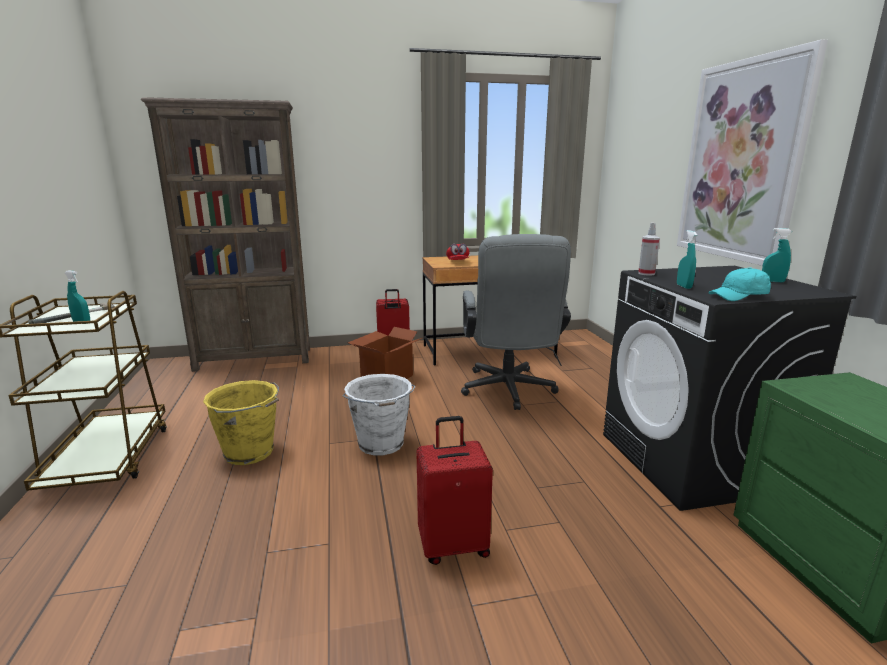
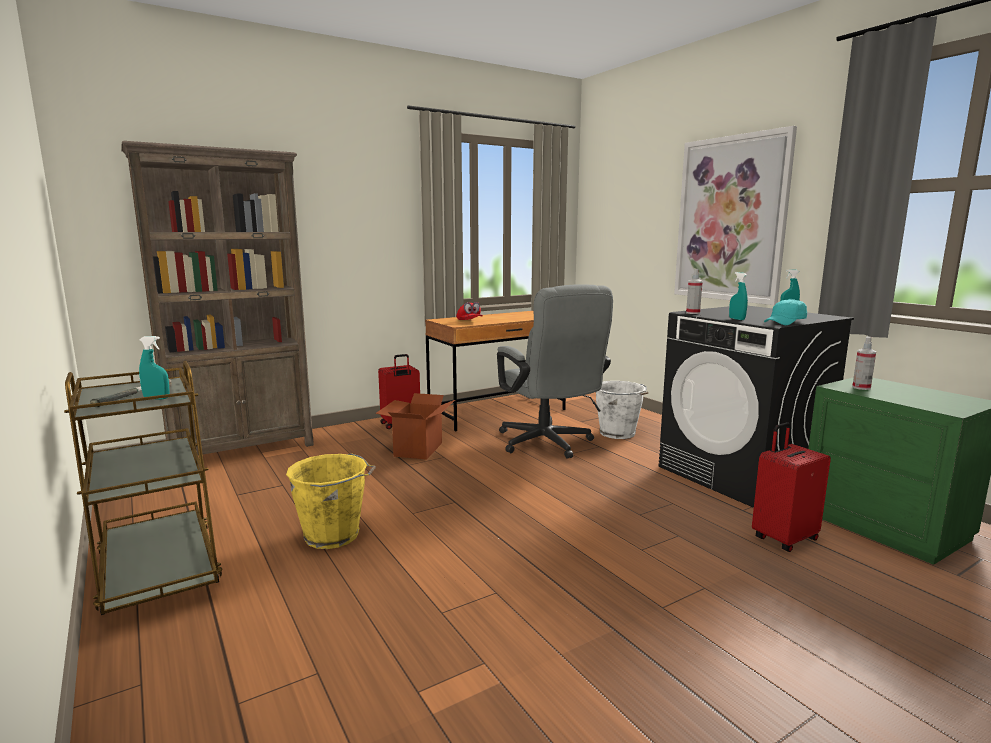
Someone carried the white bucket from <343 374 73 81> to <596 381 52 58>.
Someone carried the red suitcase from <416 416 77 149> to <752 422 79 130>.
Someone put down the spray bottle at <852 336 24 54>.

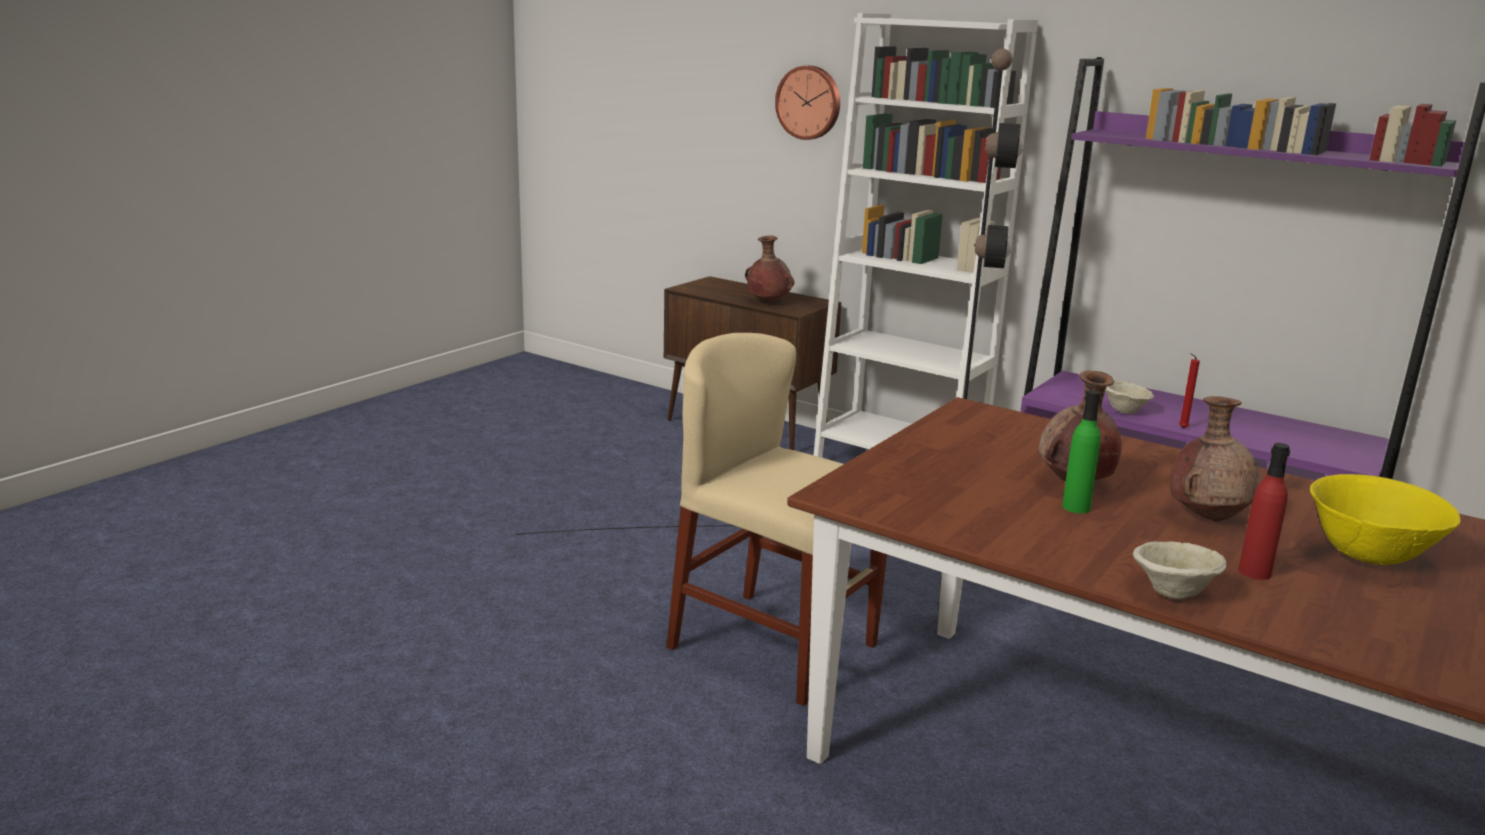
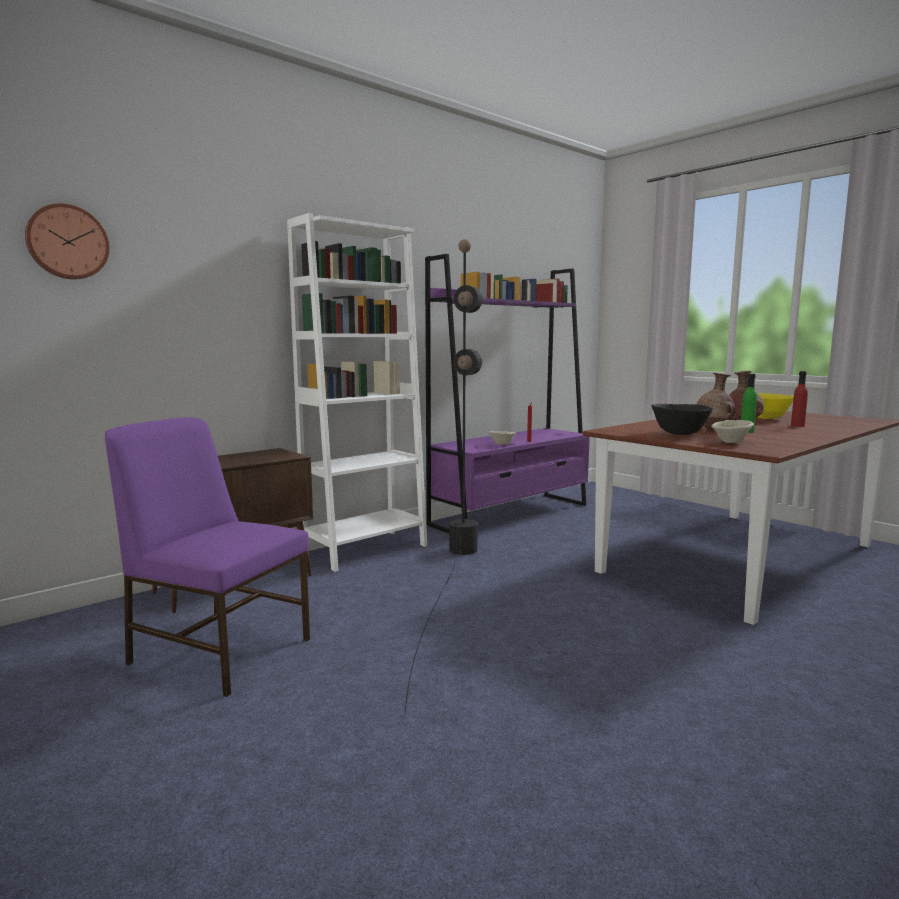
Someone carried the wall clock from <775 66 65 74> to <25 203 84 76>.
Someone put down the purple chair at <105 417 205 280>.
Someone put down the black bowl at <651 404 62 31>.
Someone carried the beige bowl from <1133 541 94 58> to <711 420 43 23>.
Someone took away the beige chair at <666 333 221 373>.
Someone took away the brown vase at <745 236 50 66>.

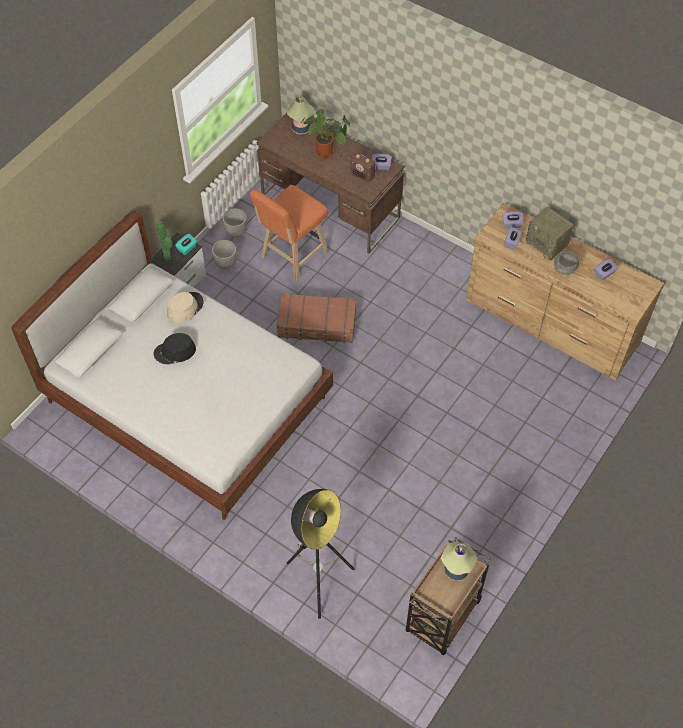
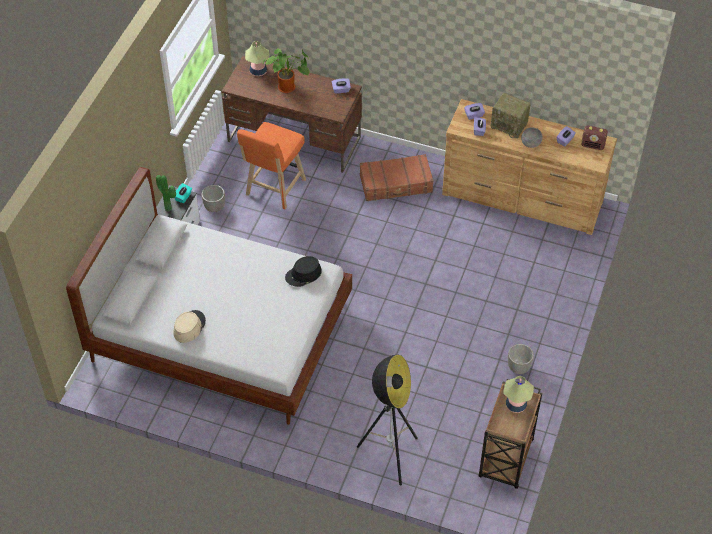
Someone carried the beige hat from <167 292 36 31> to <173 310 33 33>.
Someone carried the black hat from <153 333 43 32> to <285 256 37 31>.
Someone carried the brown suitcase from <277 293 79 50> to <360 154 74 47>.
Someone carried the planter from <222 208 25 29> to <508 344 26 30>.
Someone carried the radio from <350 153 25 29> to <581 125 27 25>.

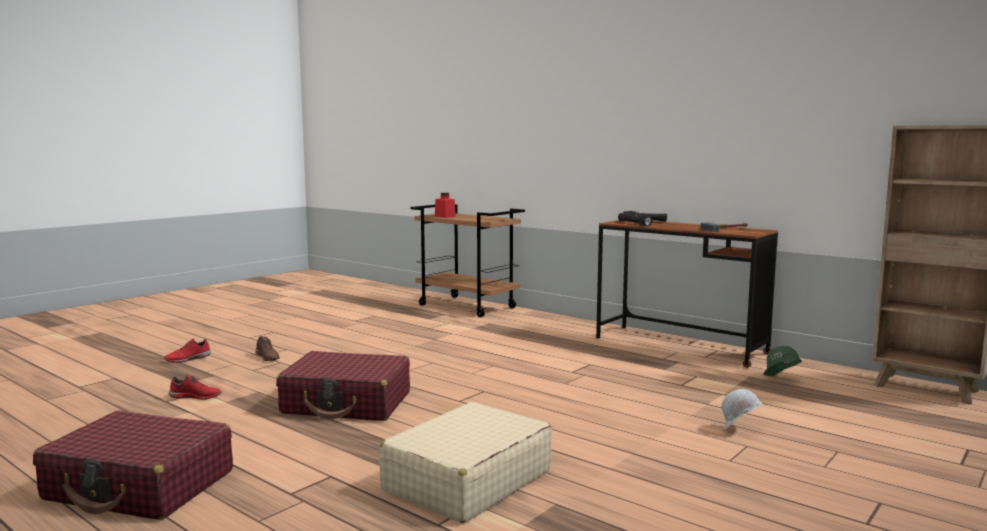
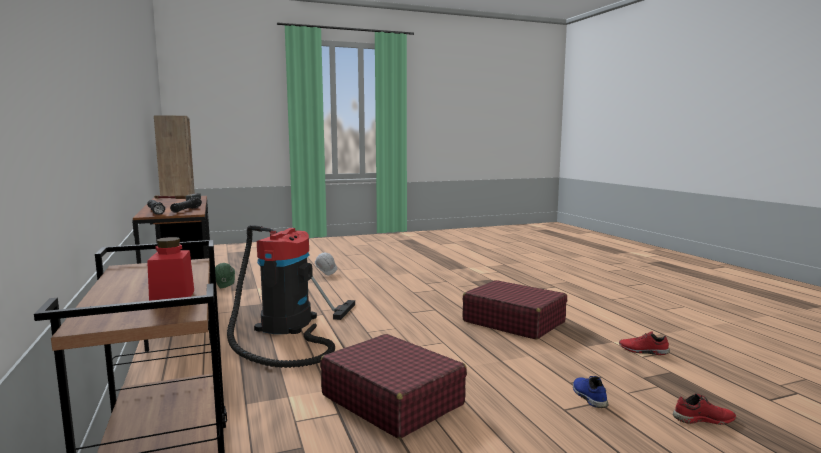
Someone put down the vacuum cleaner at <227 225 128 143>.
Someone carried the red suitcase from <33 411 200 109> to <320 334 147 105>.
Someone repainted the brown shoe at <255 336 25 25>, which became the blue shoe at <573 376 35 32>.
Someone took away the beige suitcase at <379 402 173 121>.

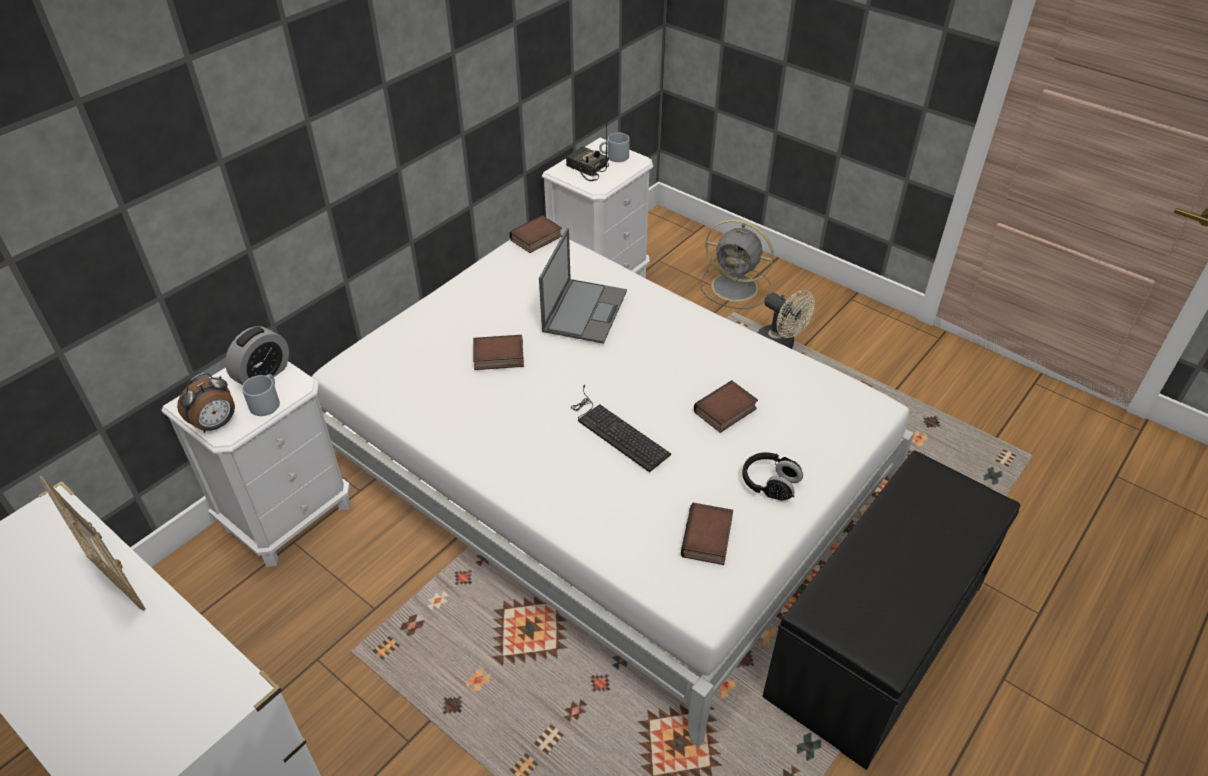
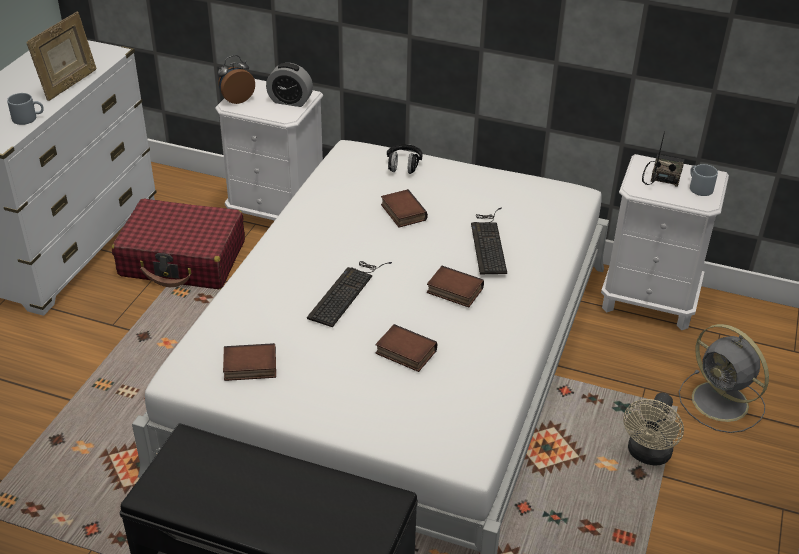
Someone carried the grey mug from <242 374 38 42> to <7 93 37 32>.
Someone put down the red suitcase at <112 199 133 90>.
Someone rotated the alarm clock at <177 373 58 60> by 120 degrees clockwise.
Someone carried the black headphones from <743 452 60 49> to <387 144 35 30>.
Someone carried the book from <510 215 52 38> to <427 266 57 42>.
Someone swapped the laptop at <539 228 88 116> for the keyboard at <471 208 36 66>.
Someone rotated the grey fan at <701 219 73 90> by 45 degrees counterclockwise.

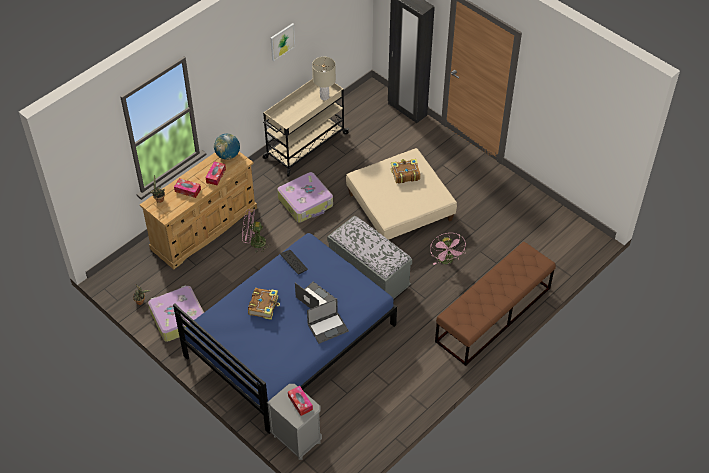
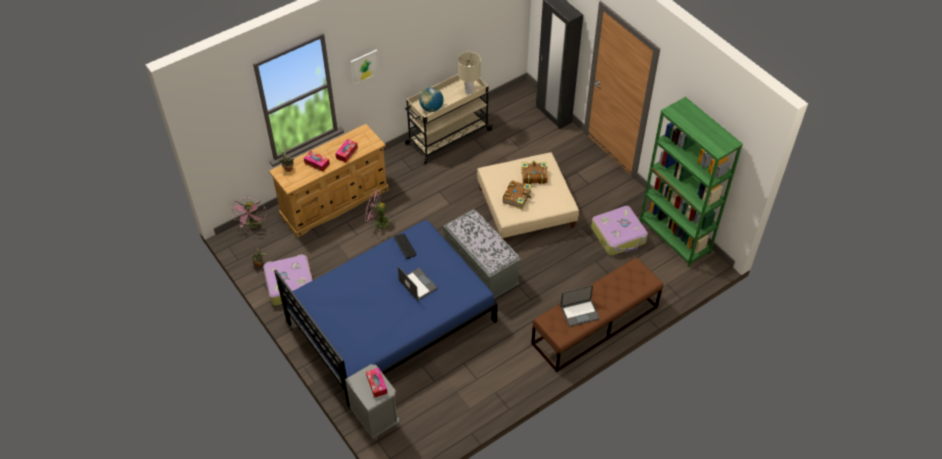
Someone carried the pink fan from <430 233 36 32> to <231 197 36 31>.
Someone carried the picture from <271 23 24 38> to <350 50 29 35>.
Someone carried the globe from <214 134 26 26> to <419 87 25 25>.
Someone carried the book from <248 288 32 32> to <503 180 29 30>.
Someone carried the laptop from <307 298 42 46> to <560 285 40 42>.
Someone carried the suitcase from <277 172 56 51> to <591 206 57 49>.
Someone put down the green bookcase at <640 97 103 170>.

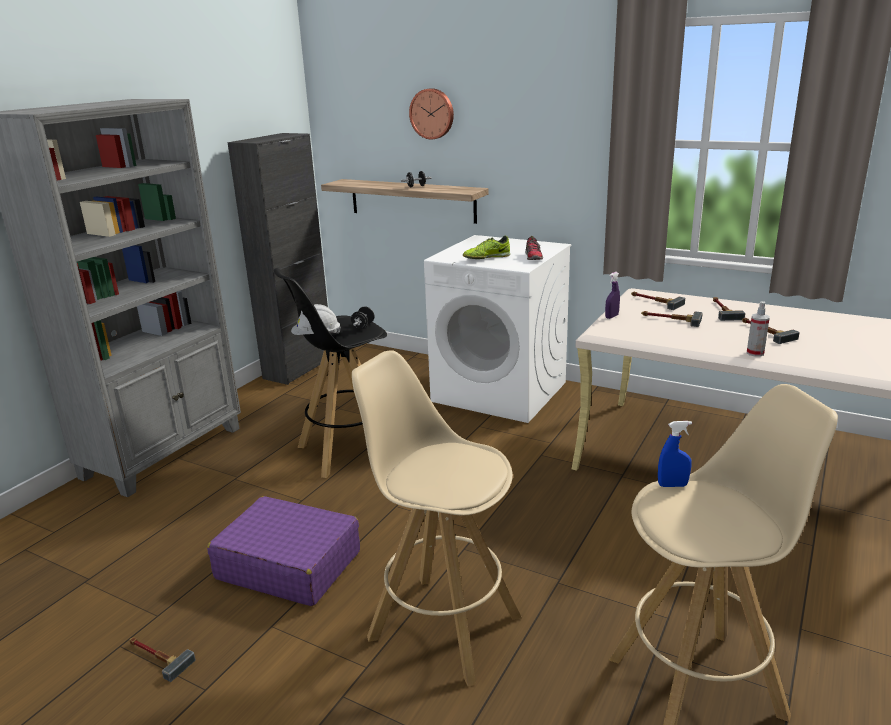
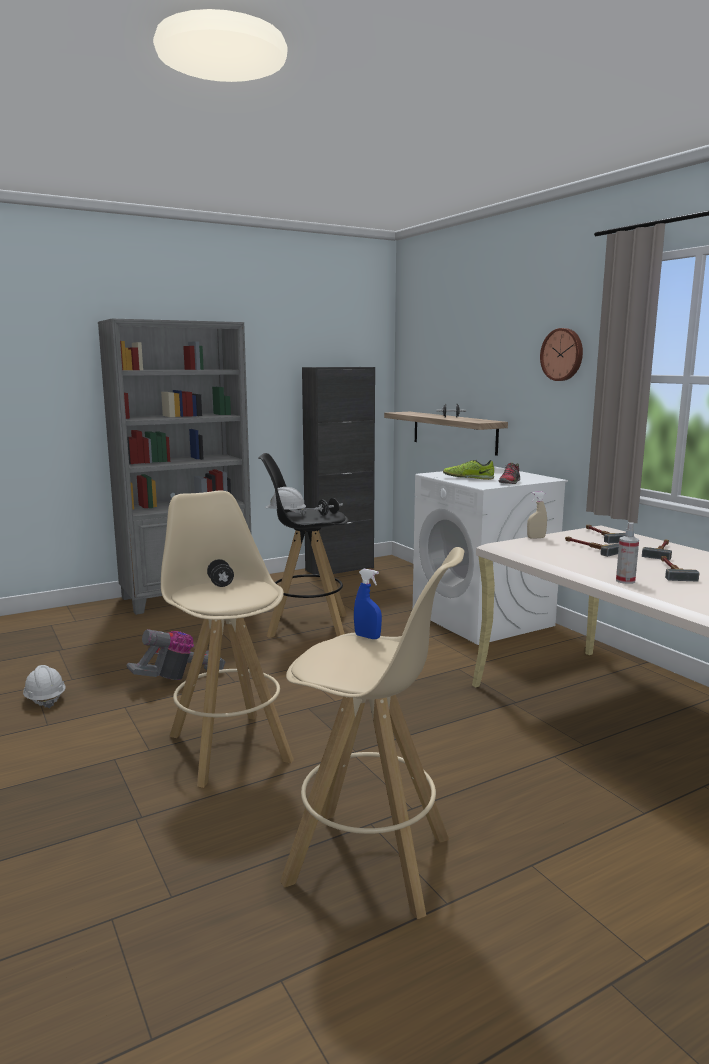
Someone swapped the hammer at <129 637 67 45> for the white hard hat at <23 665 43 43>.
Someone swapped the purple suitcase at <207 496 153 110> for the vacuum cleaner at <126 629 99 51>.
Someone put down the black dumbbell at <207 559 27 28>.
Someone repainted the purple spray bottle at <605 272 15 47>, which became the beige spray bottle at <527 491 20 48>.
Someone carried the wall clock from <409 88 45 52> to <540 328 43 53>.

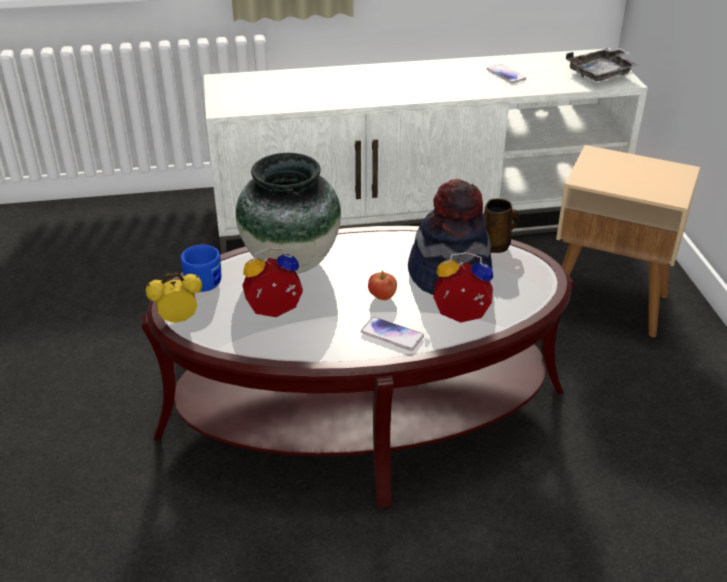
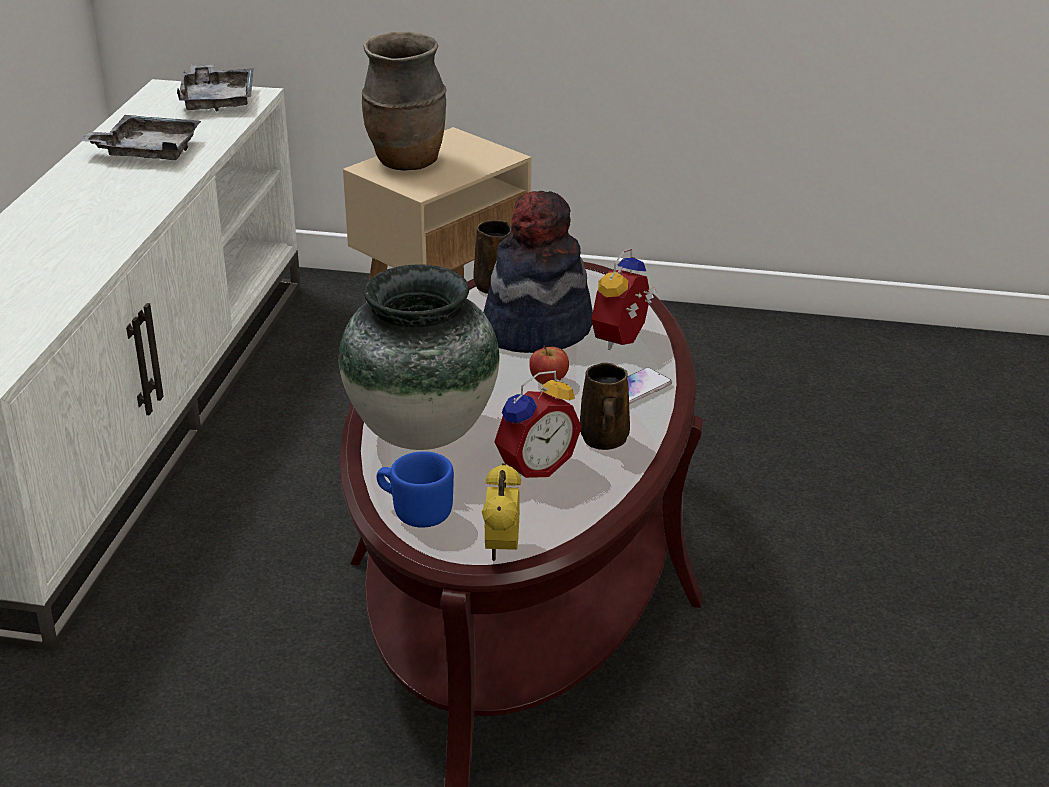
Someone swapped the phone at <487 64 40 19> for the grey tray at <79 115 122 45>.
Someone put down the brown vase at <362 31 85 139>.
Someone rotated the alarm clock at <242 247 61 70> by 135 degrees counterclockwise.
Someone put down the brown mug at <580 363 50 87>.

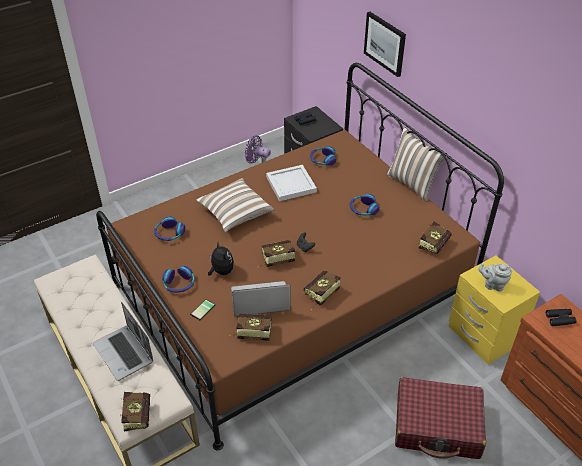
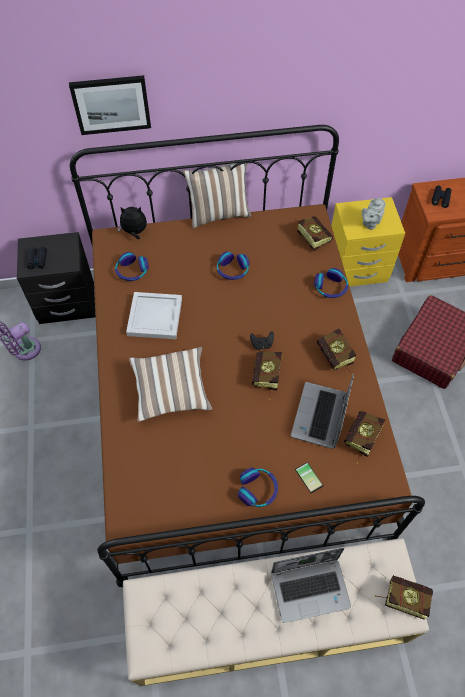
Someone carried the plush toy from <208 242 26 34> to <117 207 30 32>.
Someone carried the headphones from <154 216 31 25> to <314 268 35 30>.

